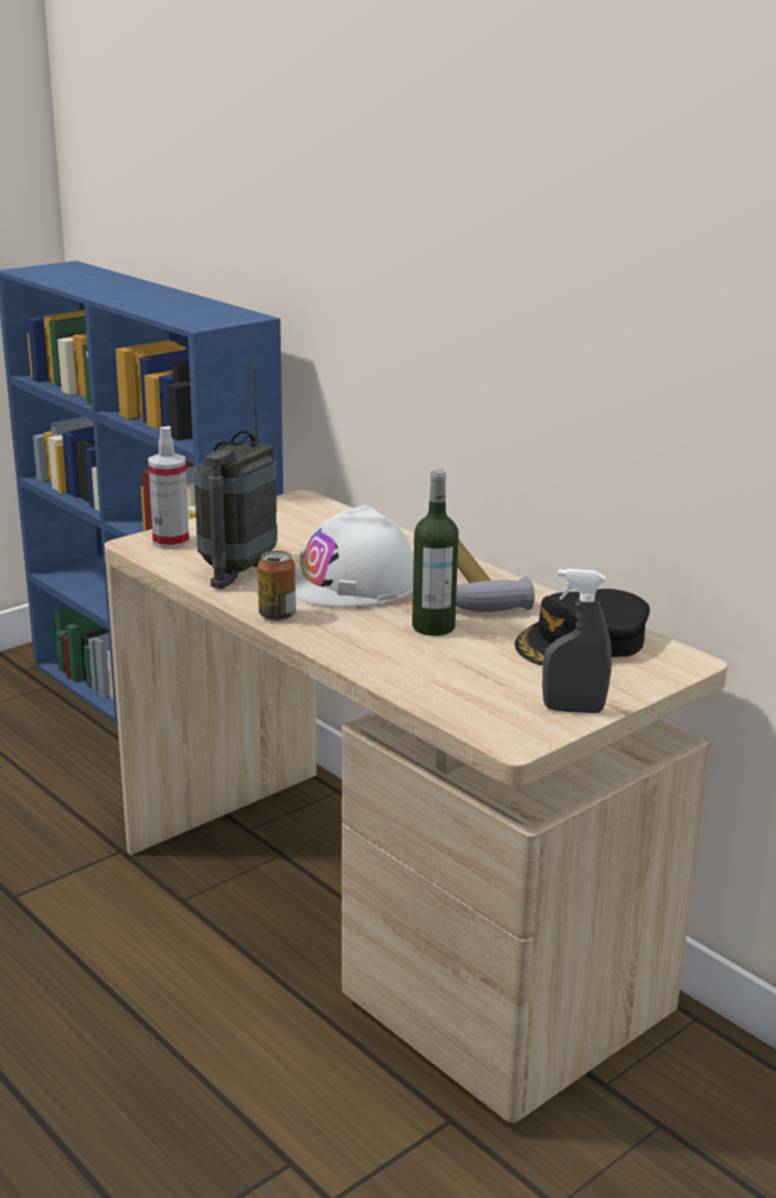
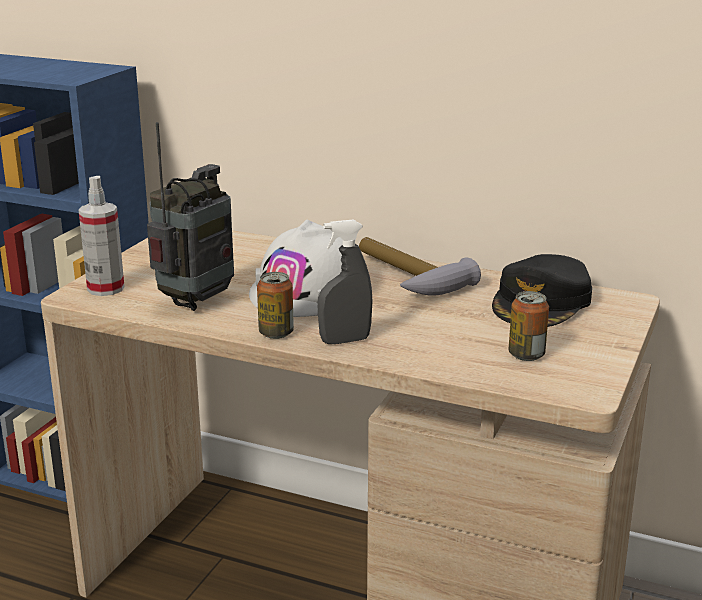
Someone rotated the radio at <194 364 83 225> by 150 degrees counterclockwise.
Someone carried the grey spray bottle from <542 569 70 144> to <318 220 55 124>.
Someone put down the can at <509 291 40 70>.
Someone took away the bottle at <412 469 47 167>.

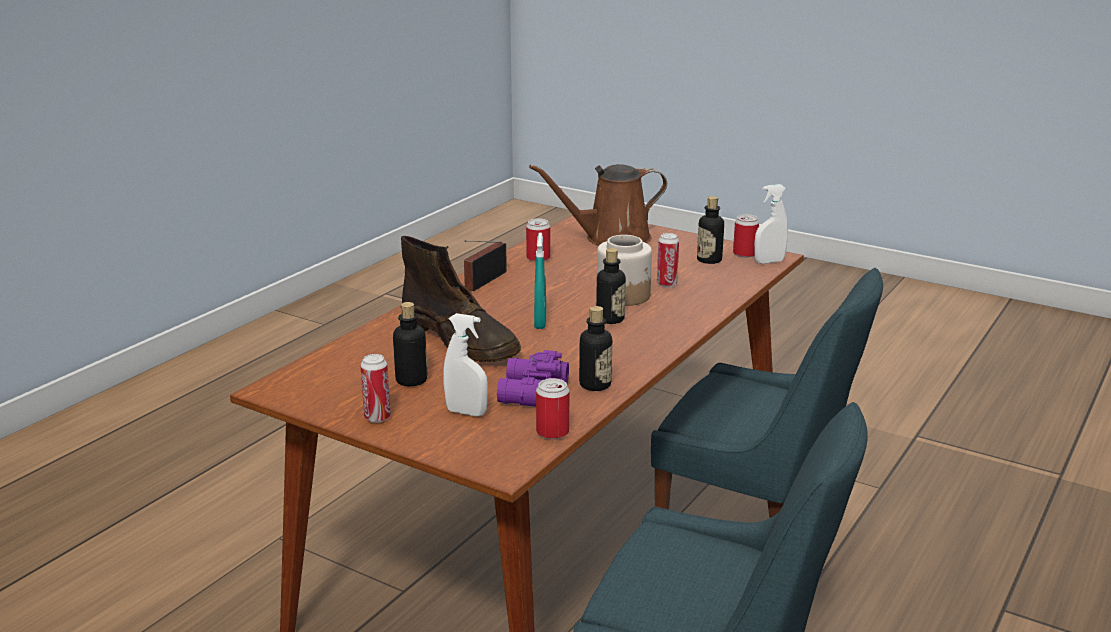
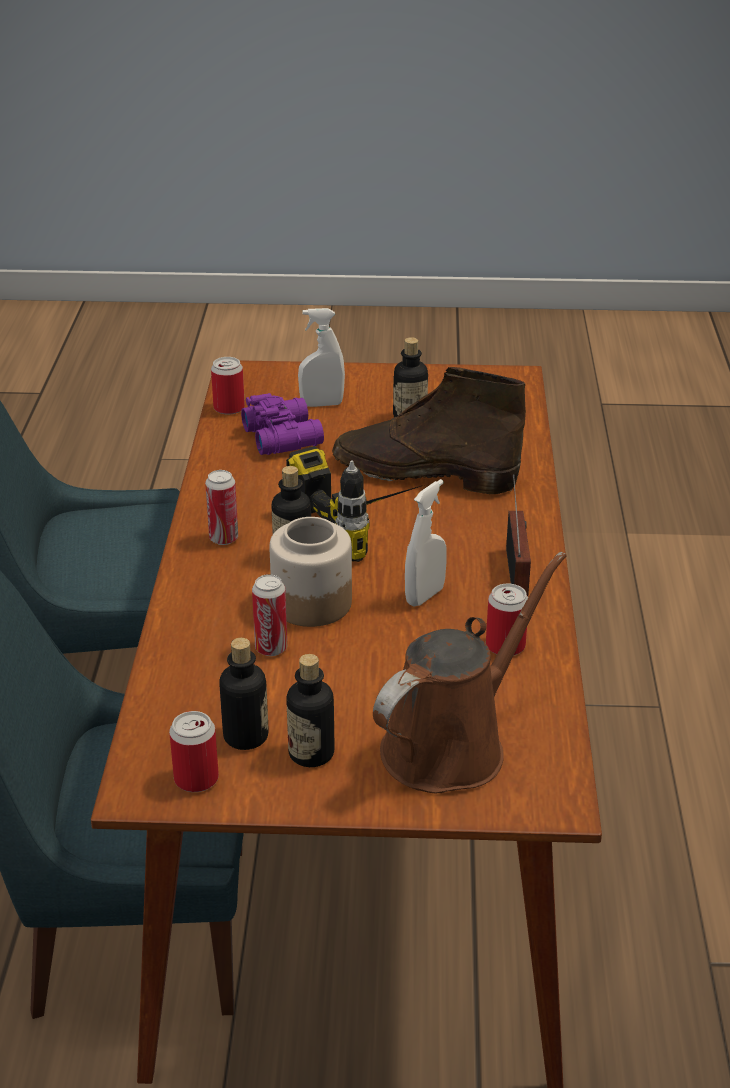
Someone carried the can from <360 354 31 69> to <205 470 33 75>.
Someone swapped the turquoise spray bottle at <534 232 12 97> for the power drill at <286 446 137 116>.
Someone carried the bottle from <579 306 33 85> to <286 654 48 113>.
Someone carried the white spray bottle from <754 184 34 80> to <405 479 42 127>.

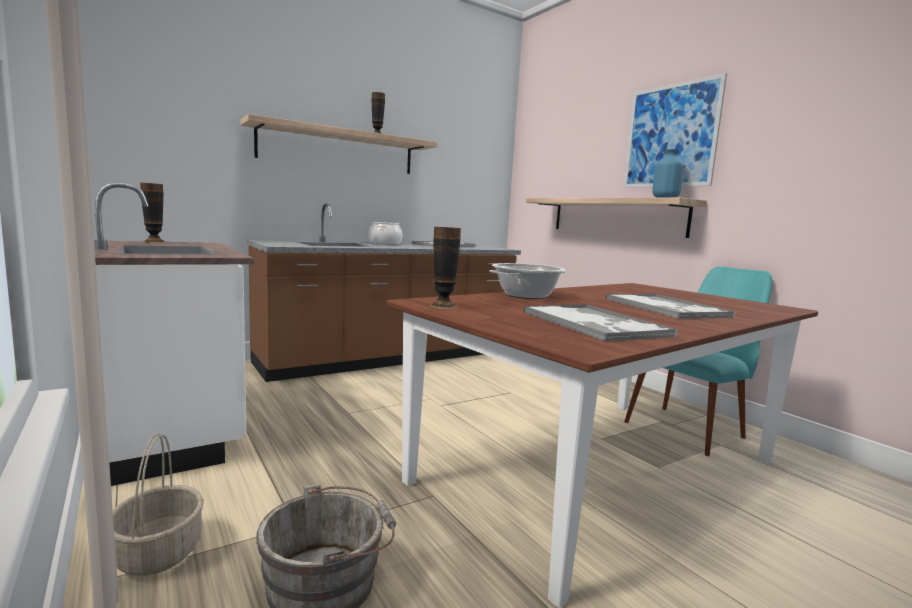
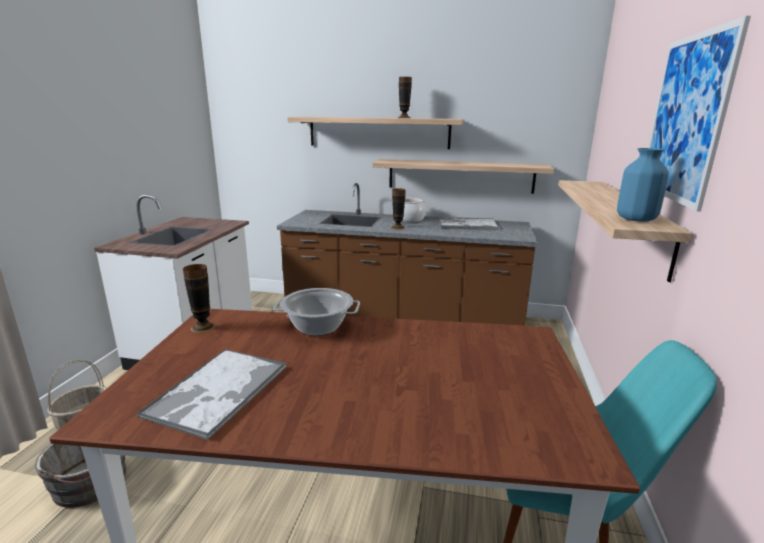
Someone put up the shelf at <372 159 182 35>.
Someone carried the vase from <140 183 27 60> to <391 188 14 42>.
Someone took away the tray at <606 294 130 25>.

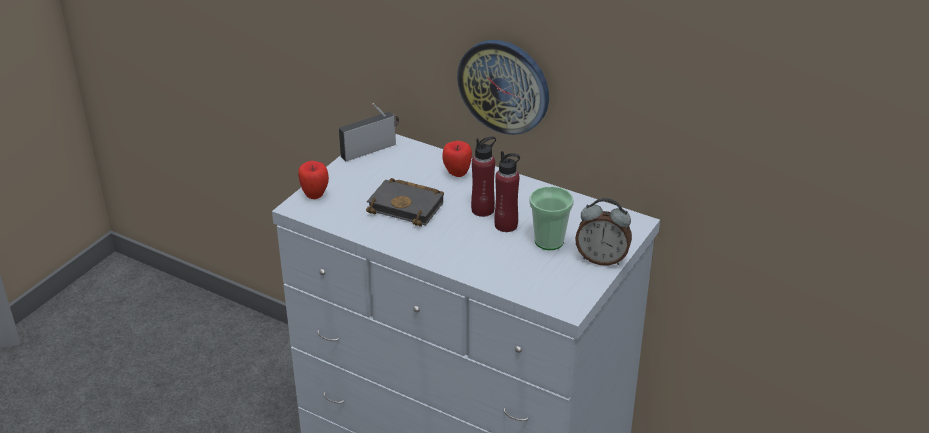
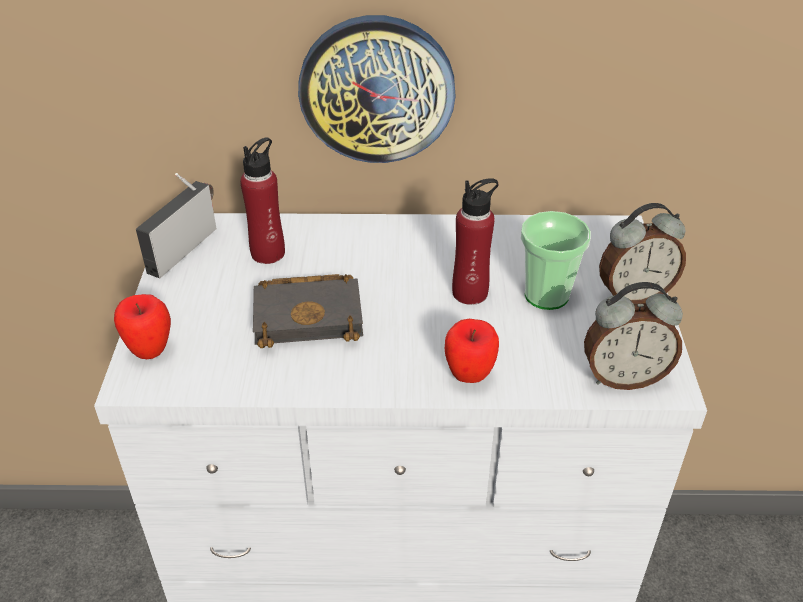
Someone carried the red bottle from <471 137 25 80> to <240 137 45 127>.
Someone carried the apple from <443 141 29 36> to <445 319 54 64>.
Someone put down the alarm clock at <584 282 99 108>.

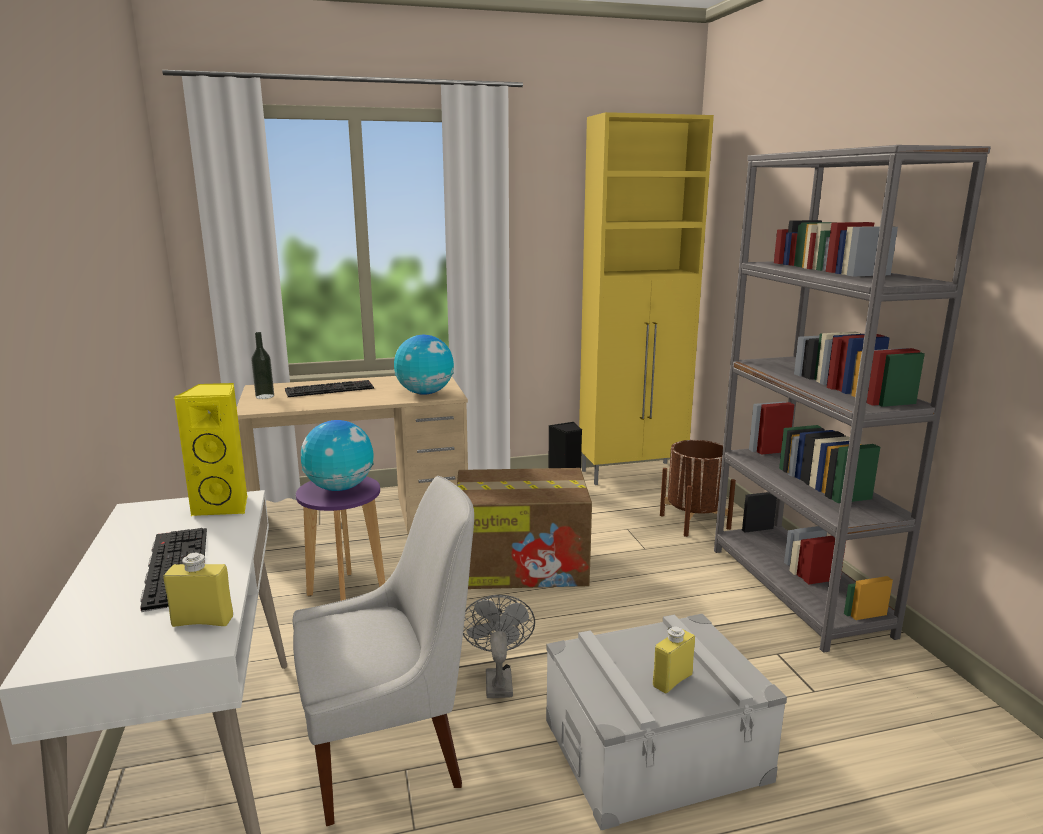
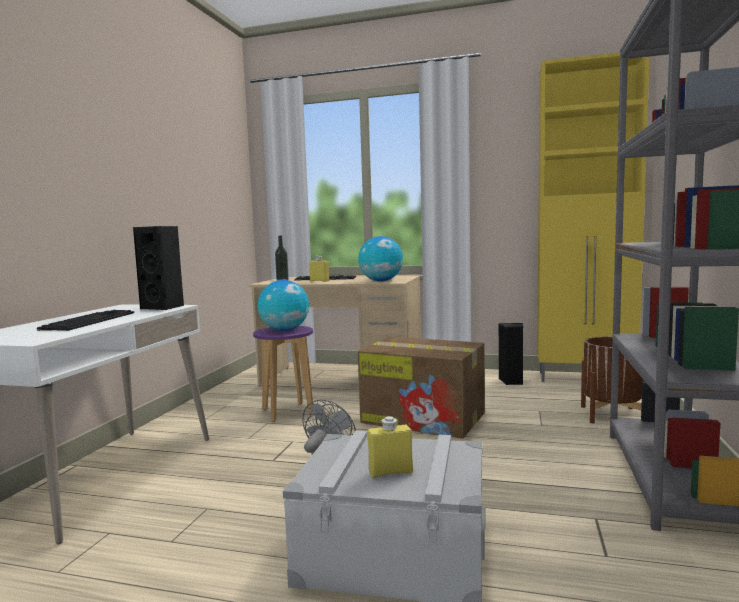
Someone repainted the yellow speaker at <173 383 74 134>, which became the black speaker at <133 226 51 84>.
Someone carried the yellow bottle from <164 553 69 74> to <309 255 20 27>.
Someone took away the white chair at <293 476 181 350>.

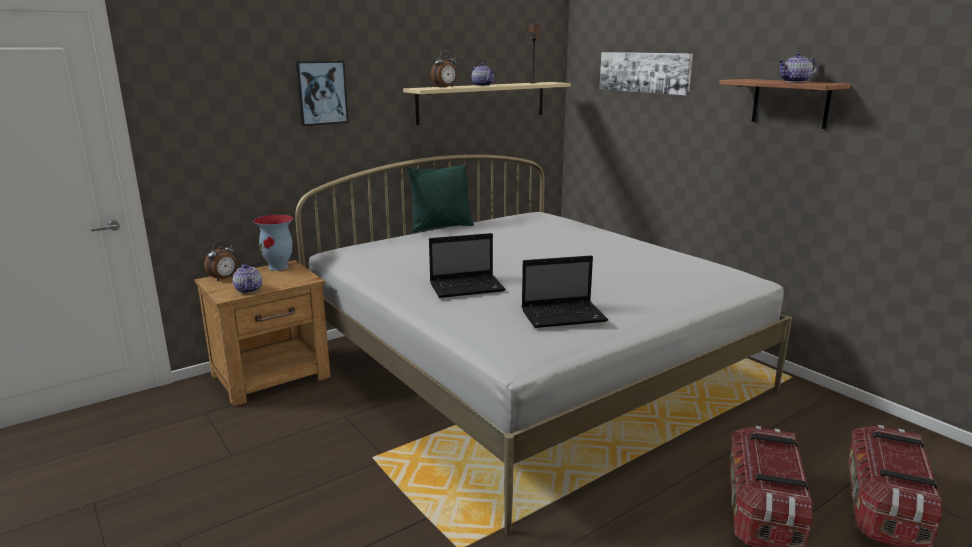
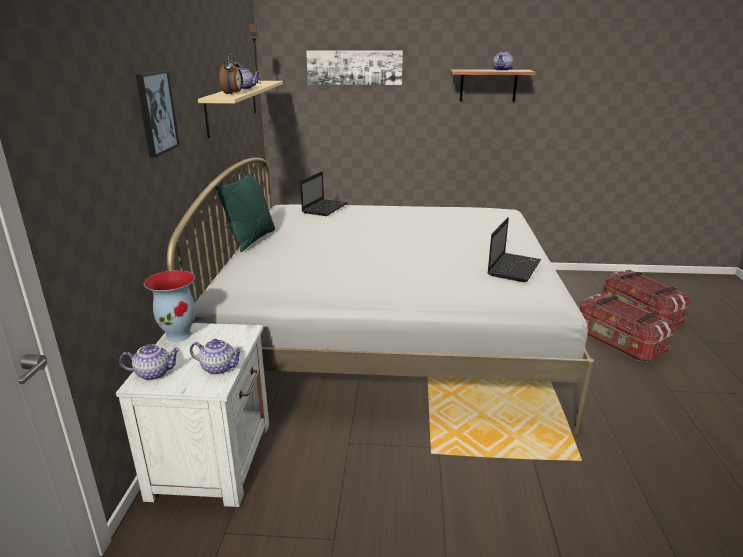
Someone repainted the brown nightstand at <194 260 137 147>, which became the white nightstand at <116 323 153 184>.
Someone swapped the alarm clock at <204 240 33 41> for the teapot at <119 344 62 37>.
Someone carried the laptop from <429 233 77 65> to <300 171 48 45>.

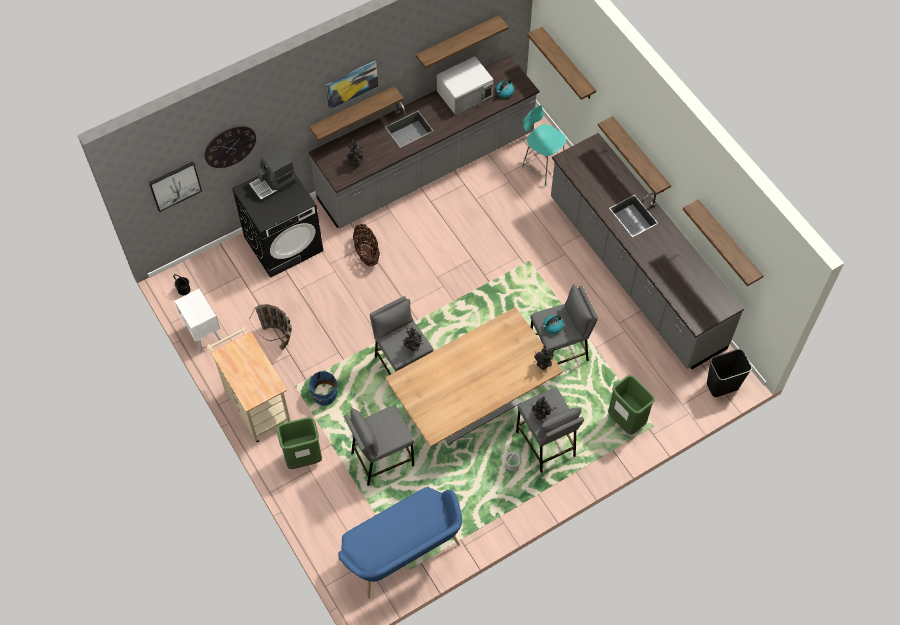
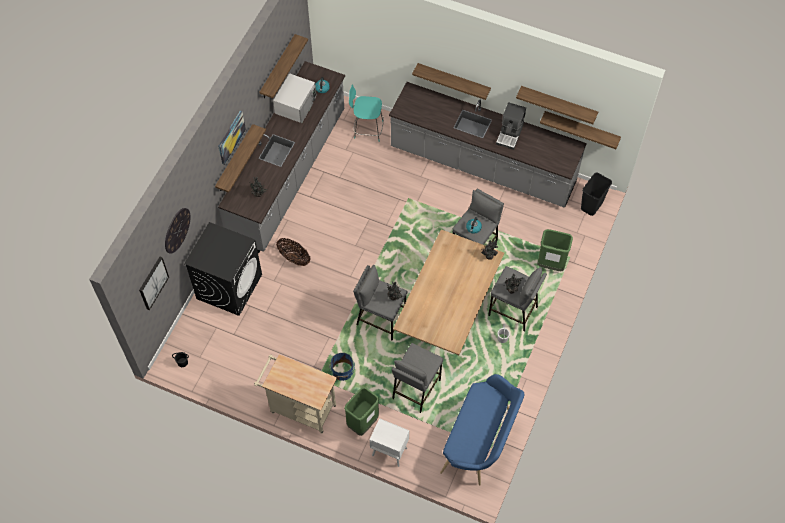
Someone carried the white nightstand from <175 288 46 65> to <370 418 39 49>.
Someone carried the coffee machine from <249 146 47 56> to <496 102 30 48>.
Someone carried the shelf from <527 27 69 73> to <540 111 81 38>.
Someone took away the basket at <249 304 43 46>.

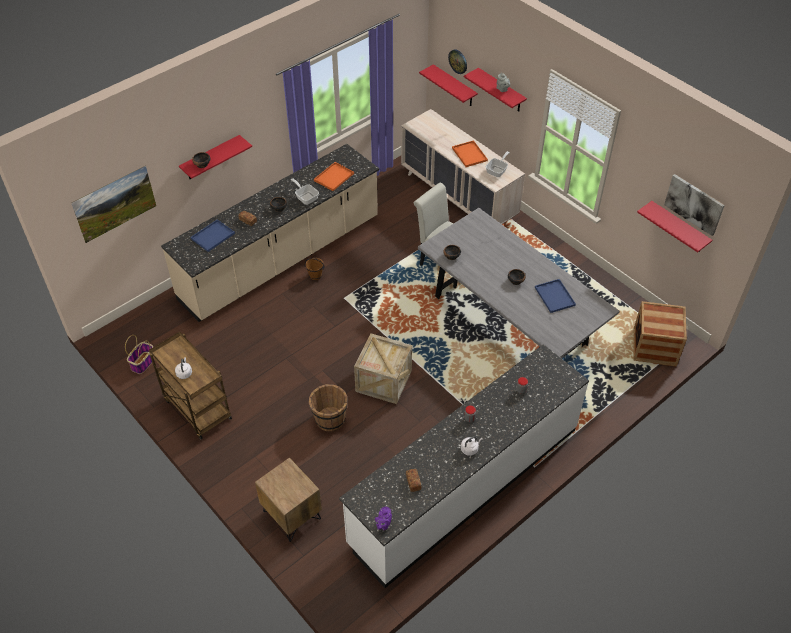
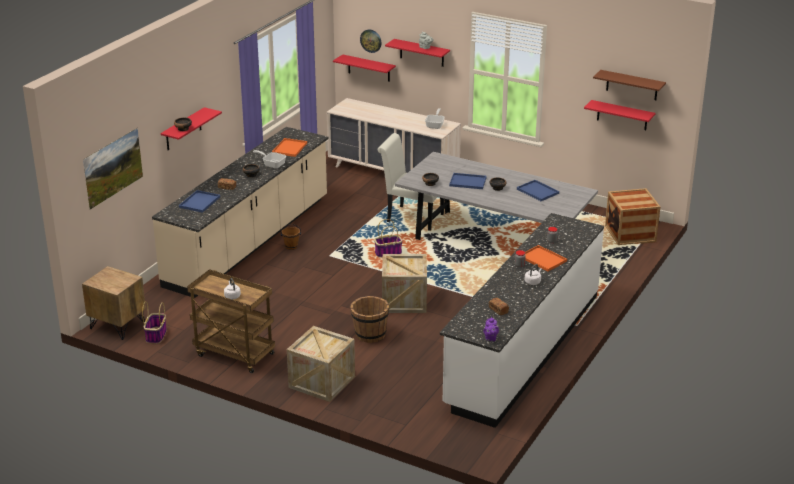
Someone carried the brown nightstand from <255 458 67 84> to <82 266 64 74>.
Someone put down the crate at <287 326 68 76>.
Someone put down the basket at <374 219 29 38>.
Someone put down the blue tray at <449 173 37 16>.
Someone carried the orange tray from <452 140 36 27> to <525 245 42 26>.
Someone swapped the picture at <664 174 61 62> for the brown shelf at <593 70 73 30>.

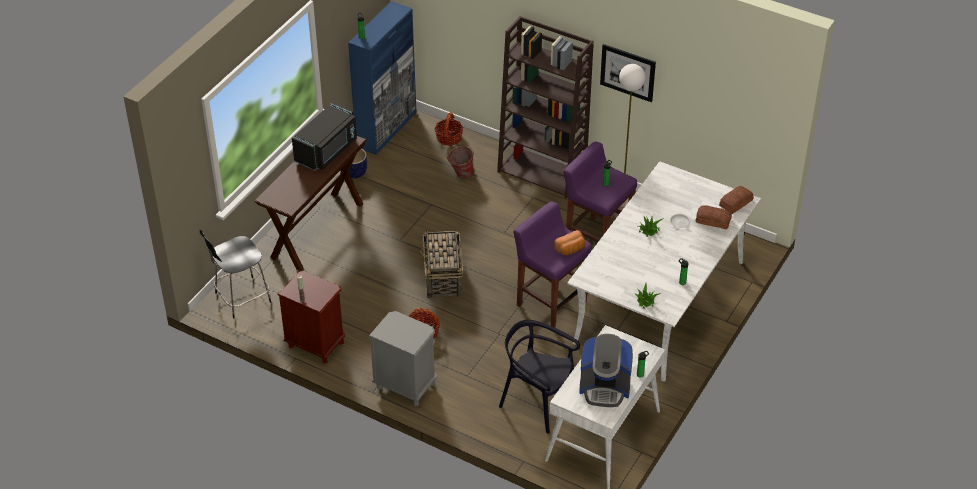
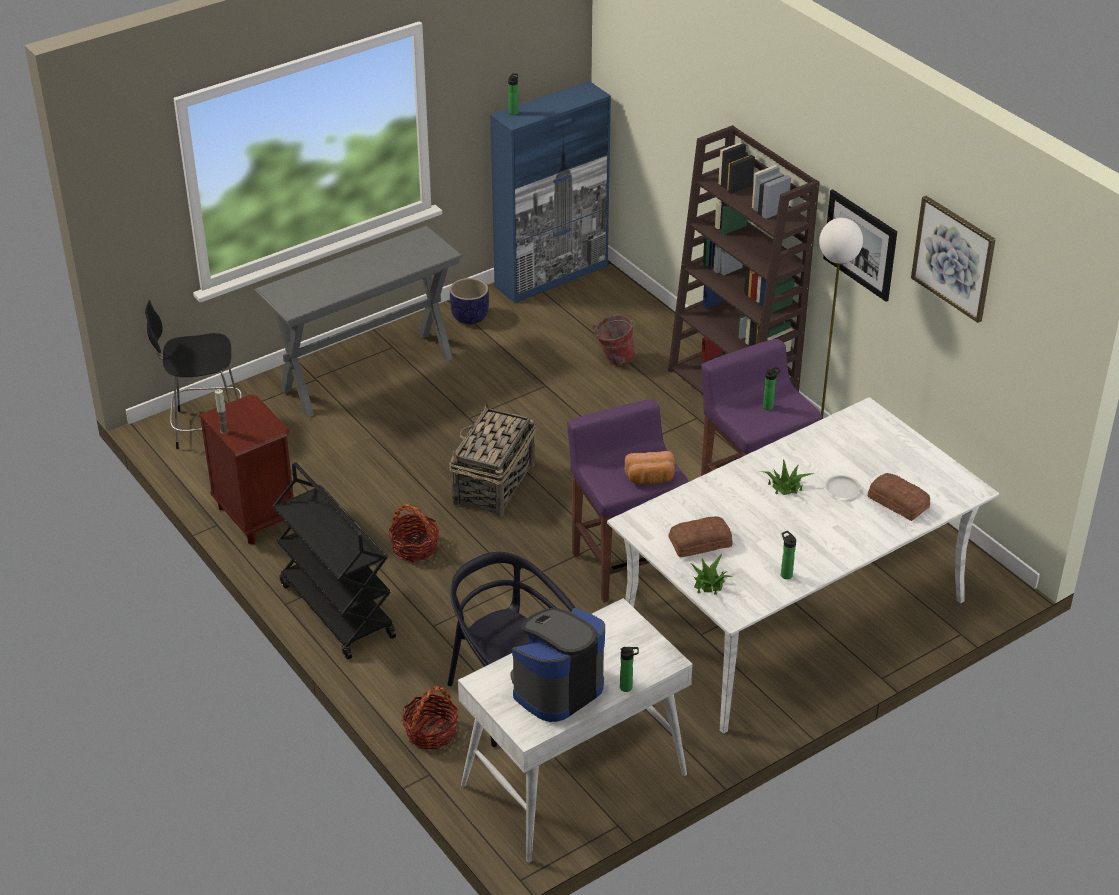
Someone repainted the brown console table at <254 136 113 135>, which became the grey console table at <255 226 208 191>.
Someone swapped the grey nightstand at <369 311 68 95> for the black cart at <273 462 123 198>.
Someone carried the basket from <435 112 29 34> to <402 686 56 63>.
Someone rotated the coffee machine at <580 334 53 73> by 105 degrees clockwise.
Someone carried the bread from <719 186 35 28> to <669 516 64 42>.
Someone put up the picture at <911 196 85 127>.
Someone took away the black microwave at <292 102 65 69>.

